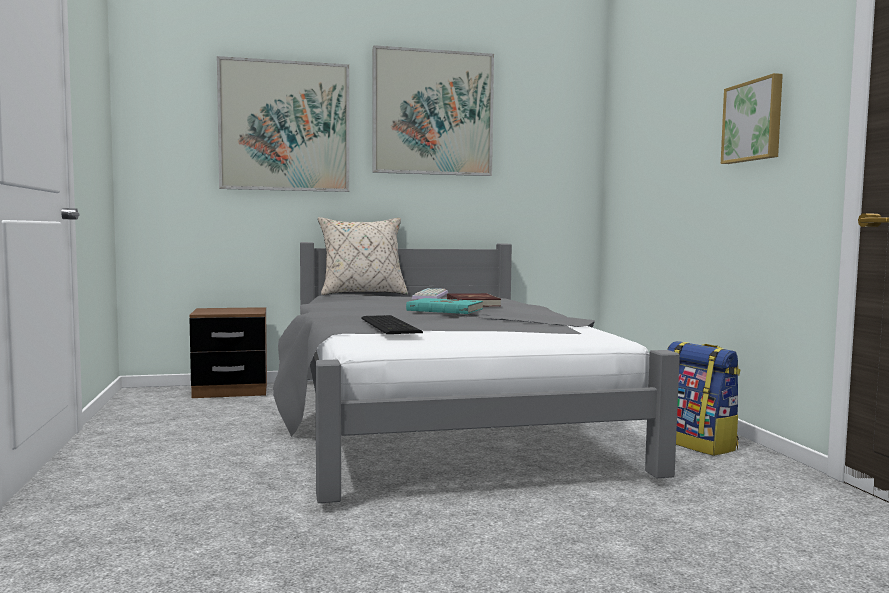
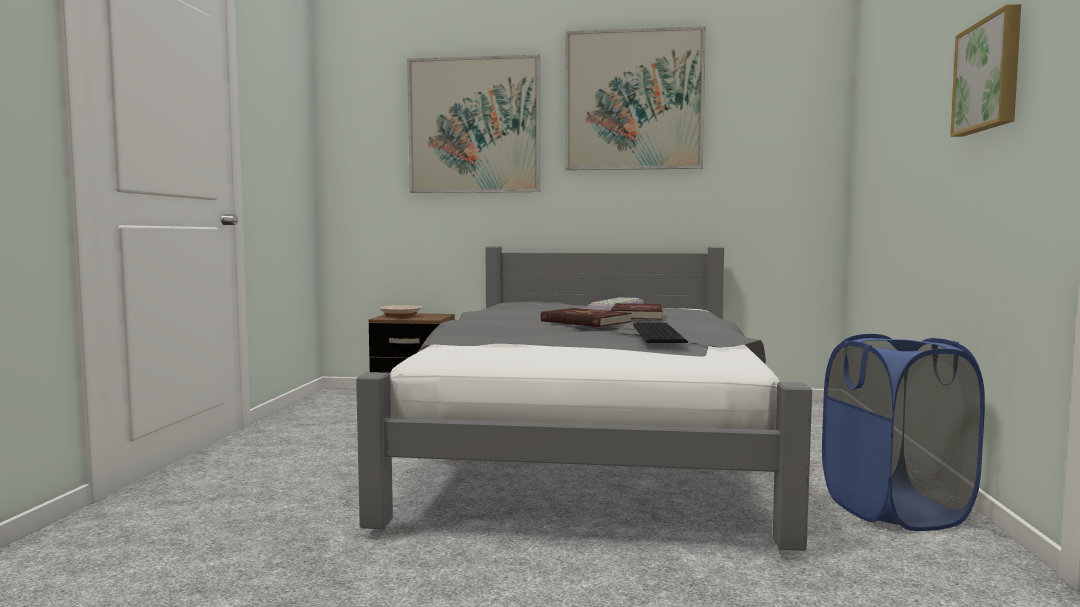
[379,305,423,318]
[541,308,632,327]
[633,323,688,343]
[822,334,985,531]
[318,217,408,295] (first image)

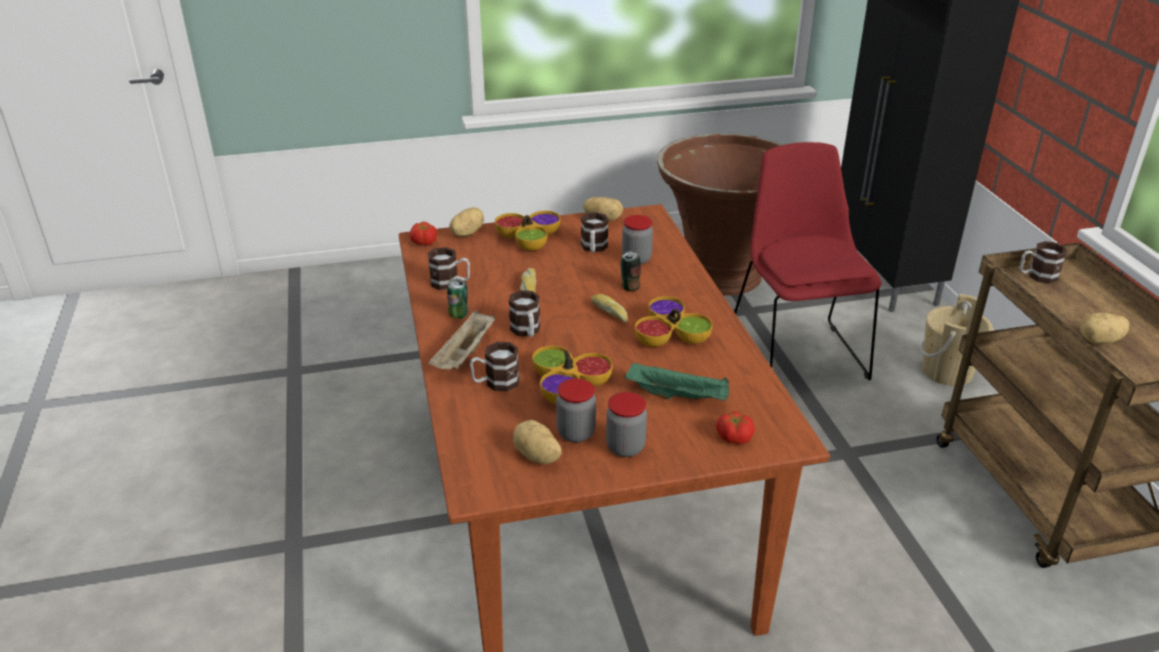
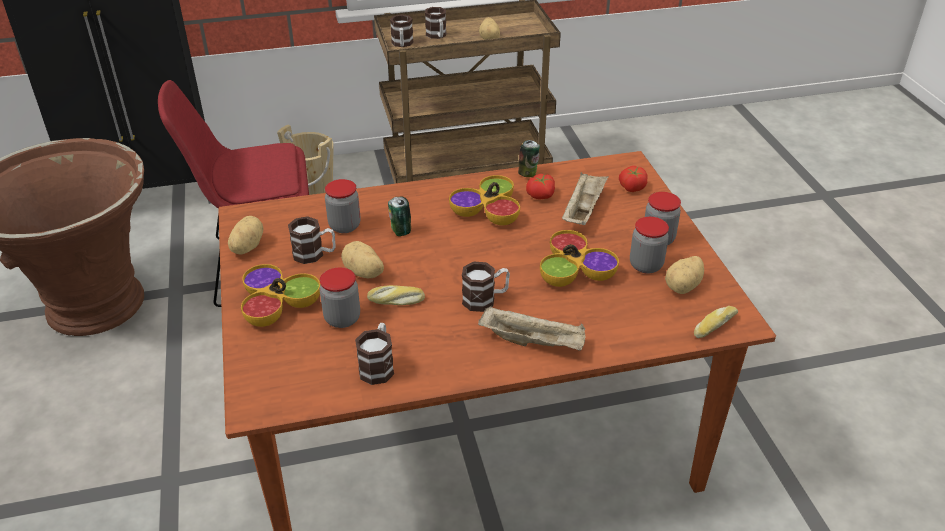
[320,267,360,328]
[341,241,384,278]
[425,7,447,39]
[518,140,540,177]
[526,174,555,199]
[562,173,609,225]
[694,306,738,338]

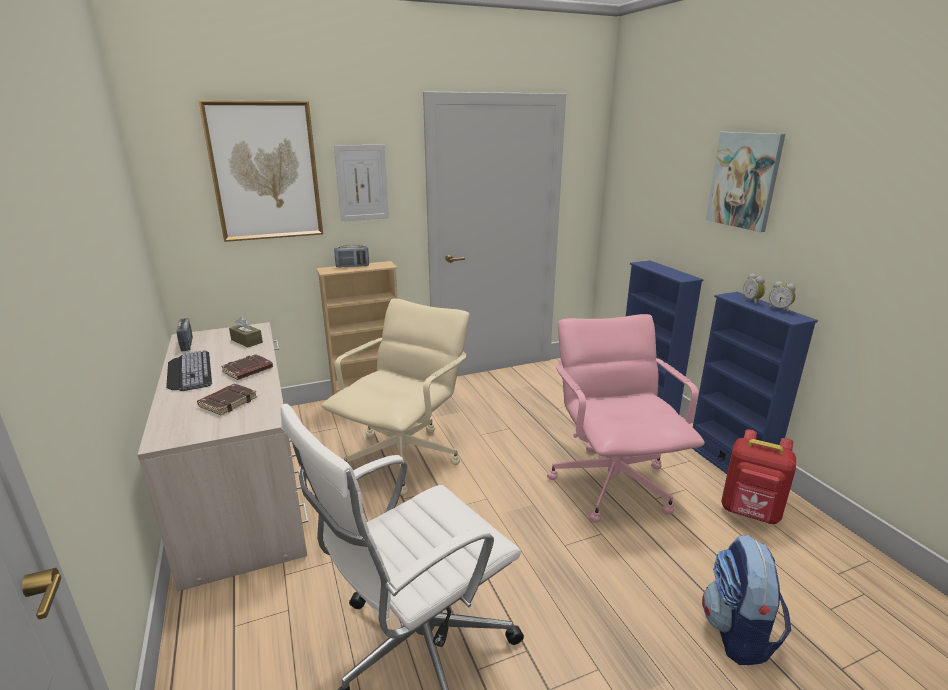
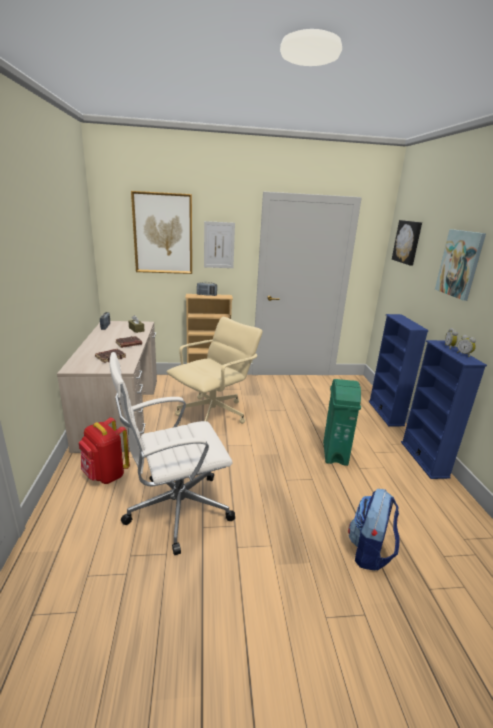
[79,418,130,484]
[323,379,361,466]
[392,220,422,265]
[166,350,212,391] (first image)

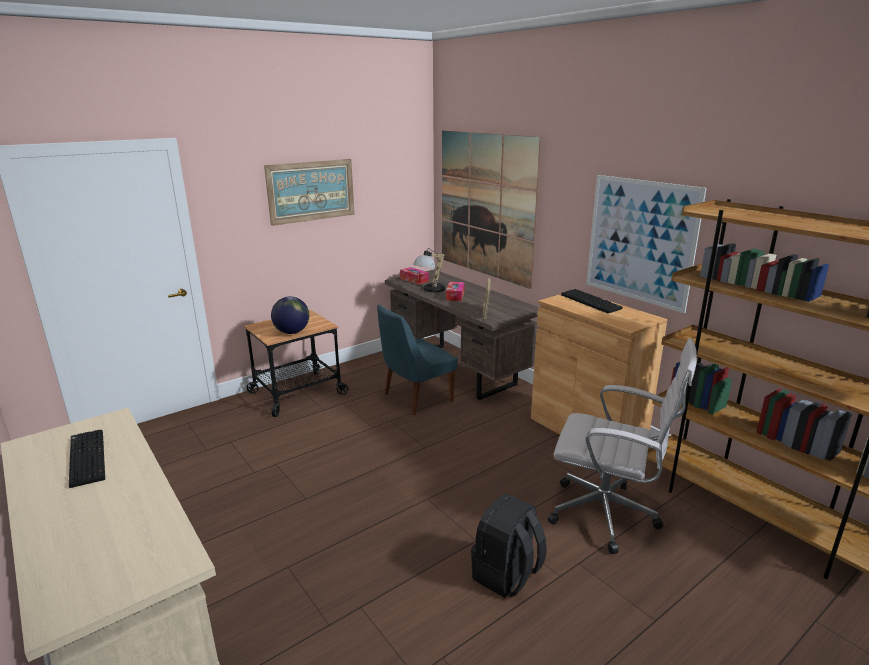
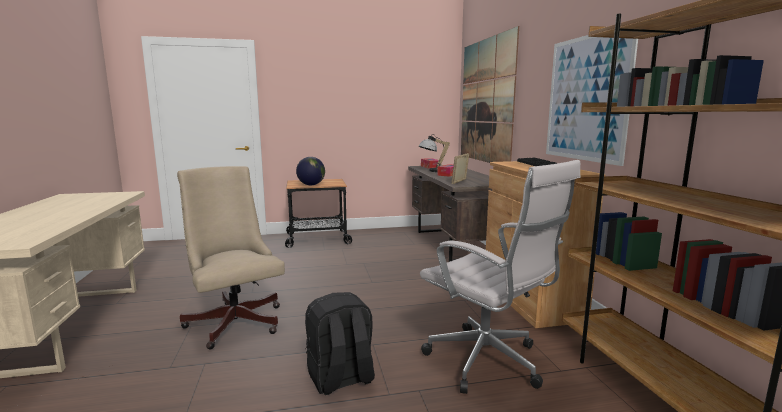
[177,166,285,349]
[69,430,105,488] (first image)
[264,159,355,226] (first image)
[377,305,458,415] (first image)

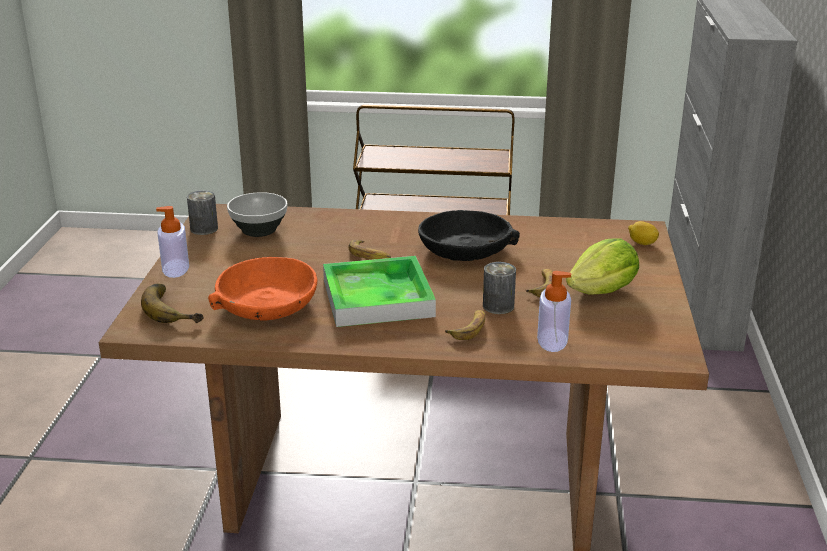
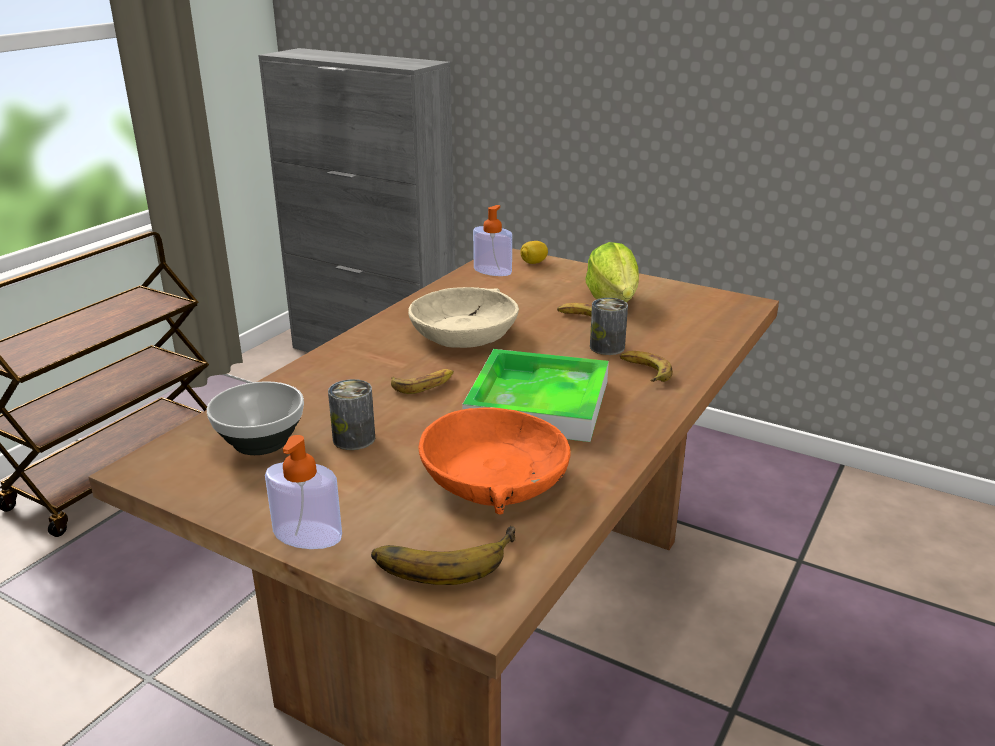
[328,379,375,450]
[408,287,519,348]
[473,205,512,276]

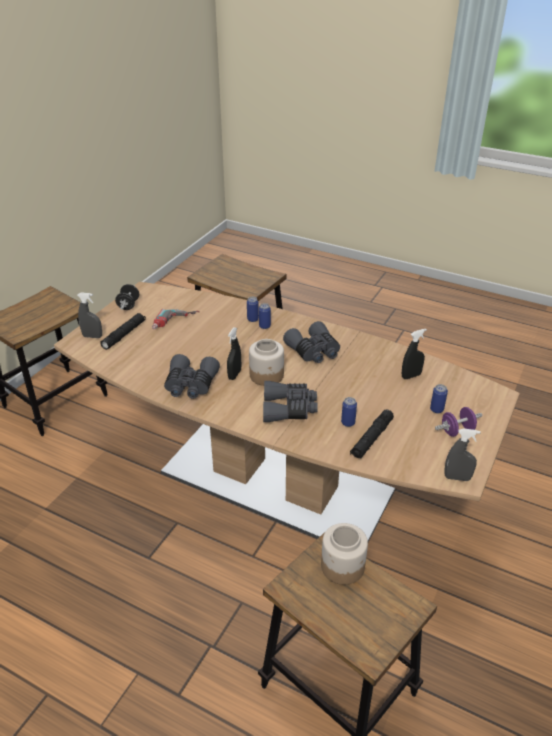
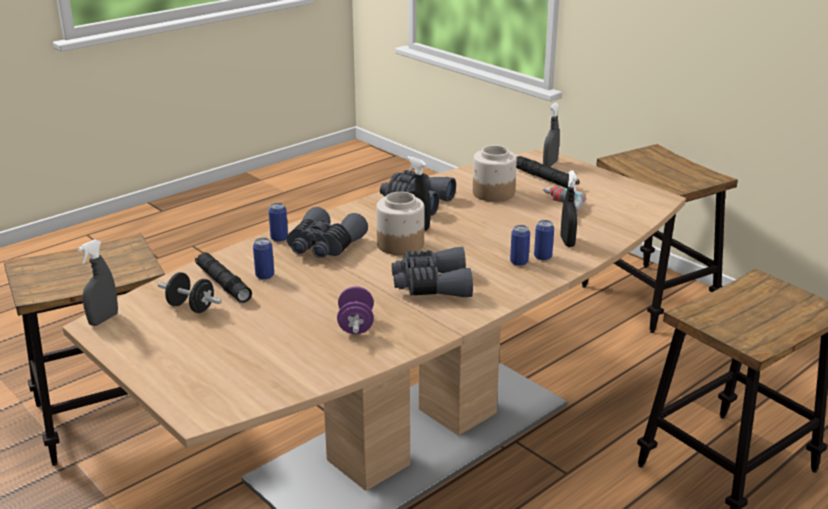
[158,272,222,313]
[268,203,288,242]
[337,286,374,334]
[473,145,517,202]
[560,170,578,247]

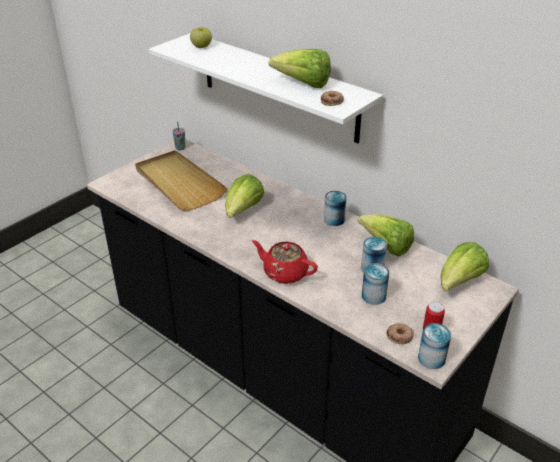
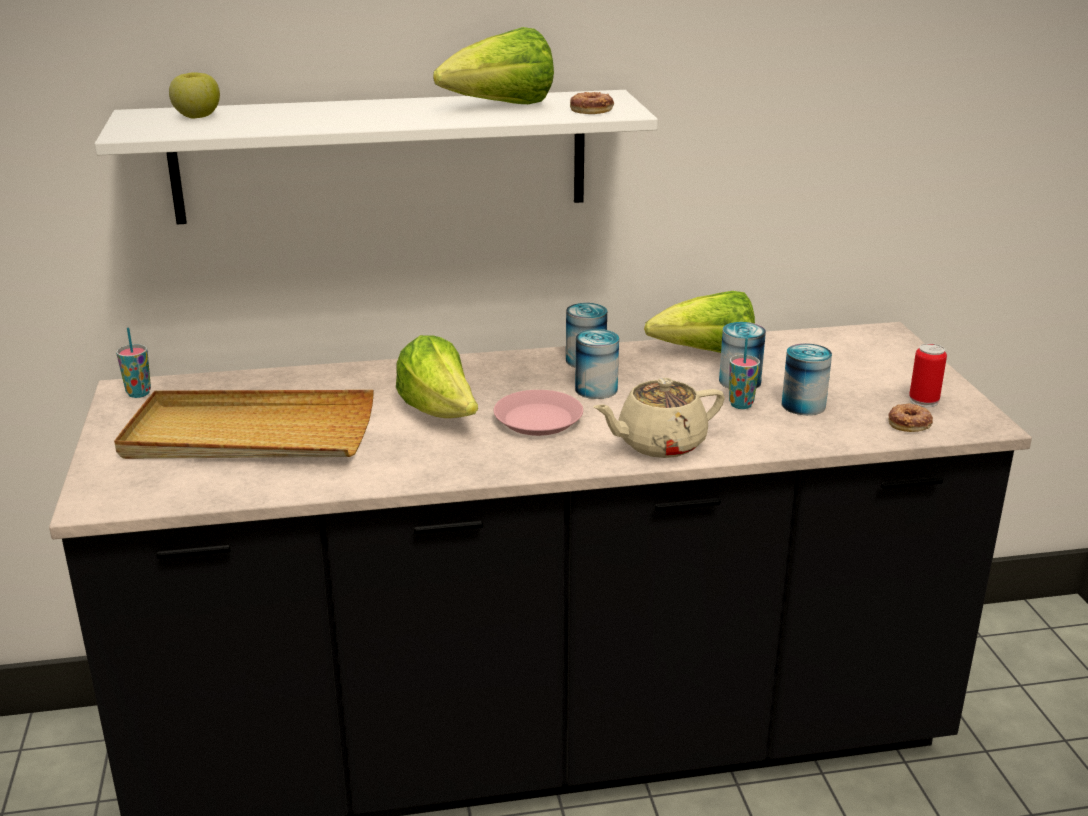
[494,390,583,436]
[575,329,619,399]
[593,378,725,458]
[729,338,760,409]
[441,242,489,291] (first image)

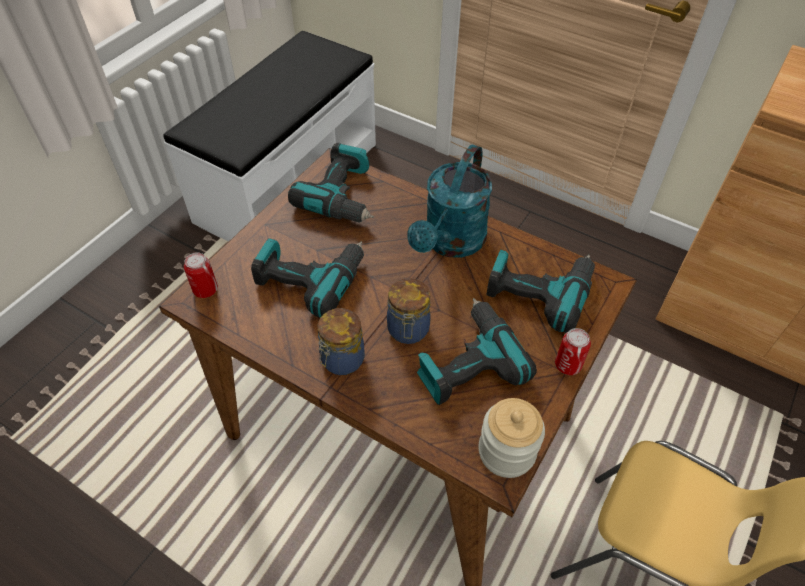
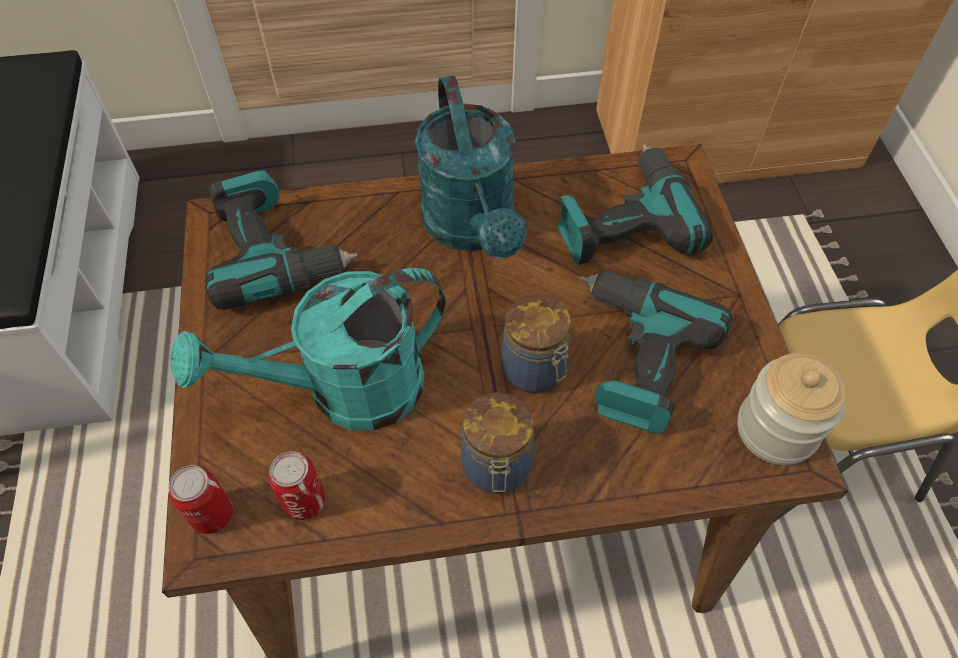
[170,268,446,430]
[268,451,325,520]

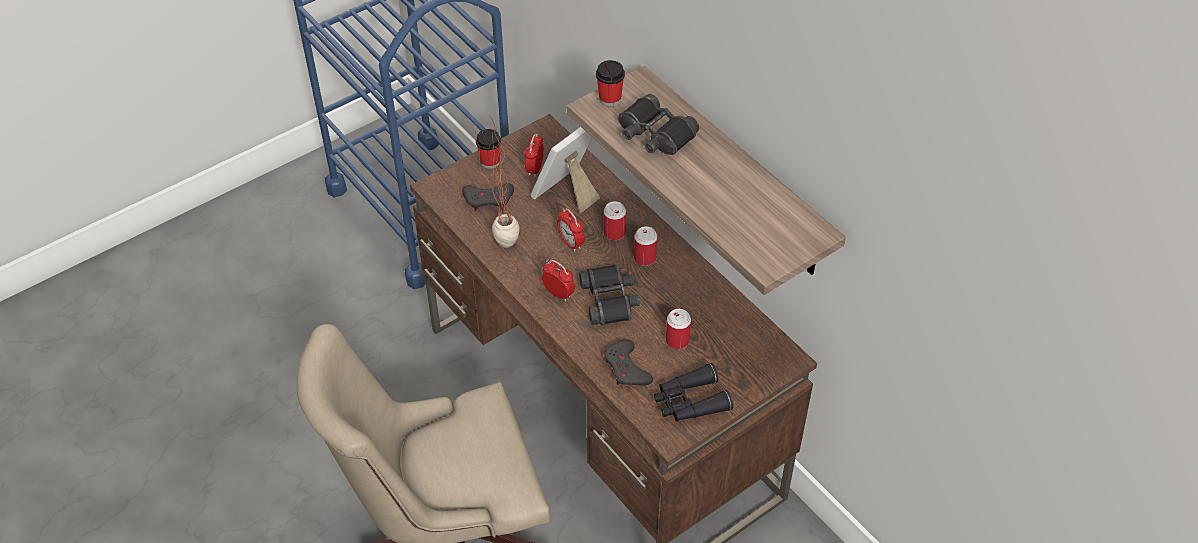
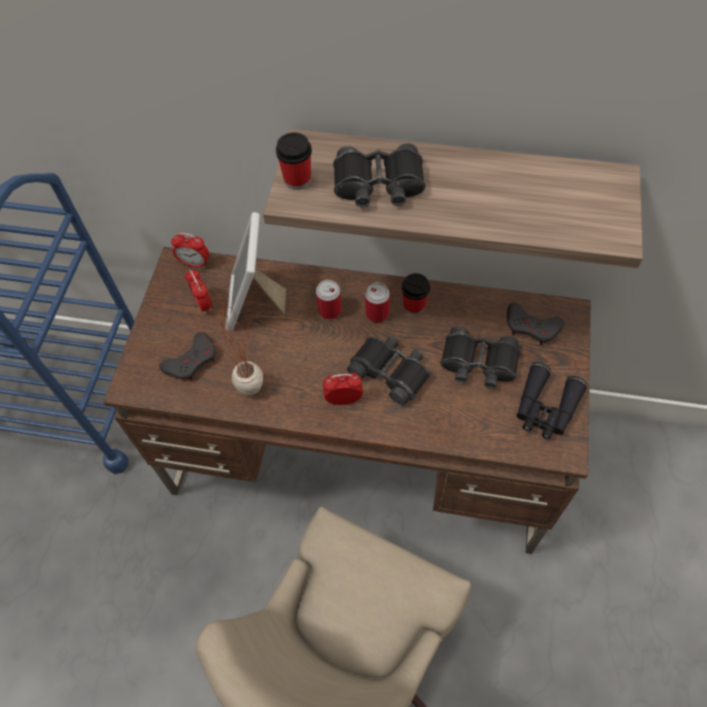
[171,233,209,268]
[401,273,430,315]
[440,326,520,389]
[507,303,564,345]

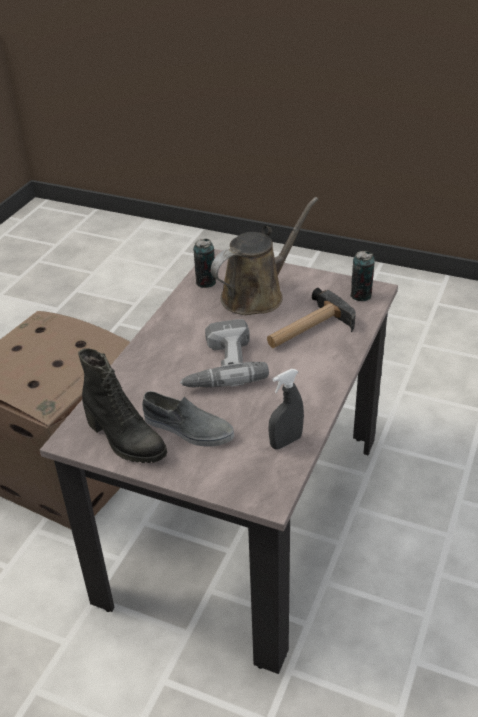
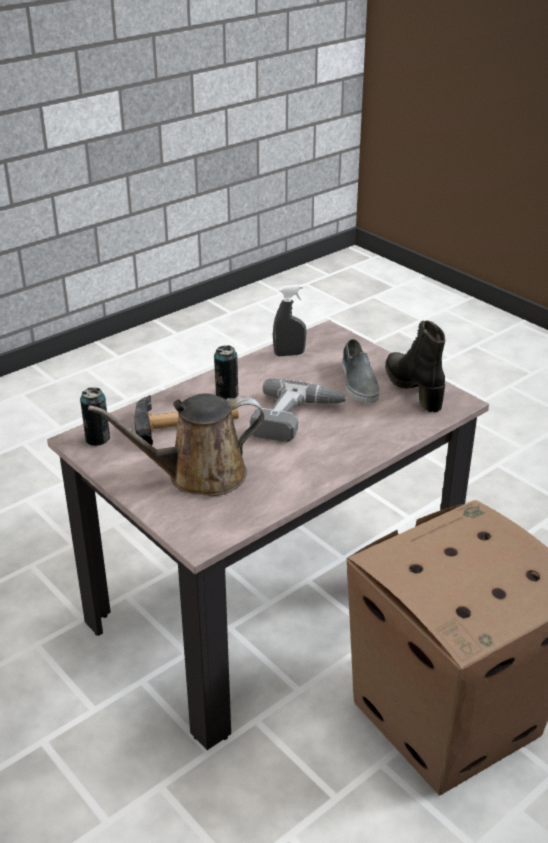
[214,345,239,399]
[342,339,379,403]

